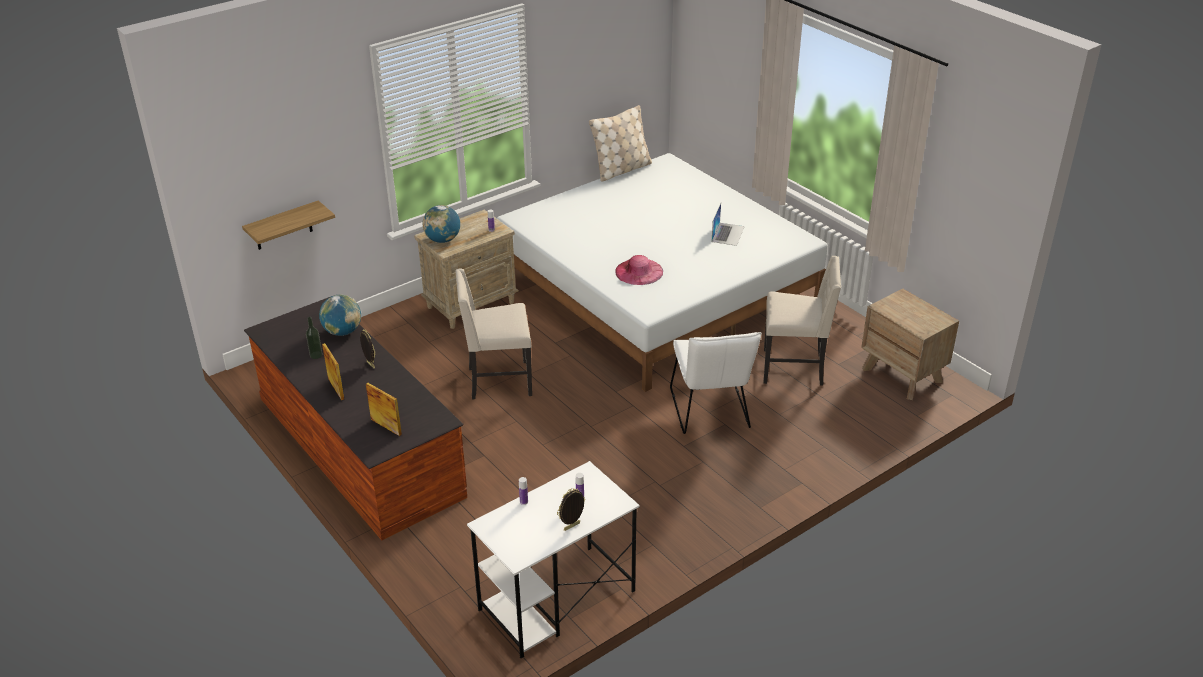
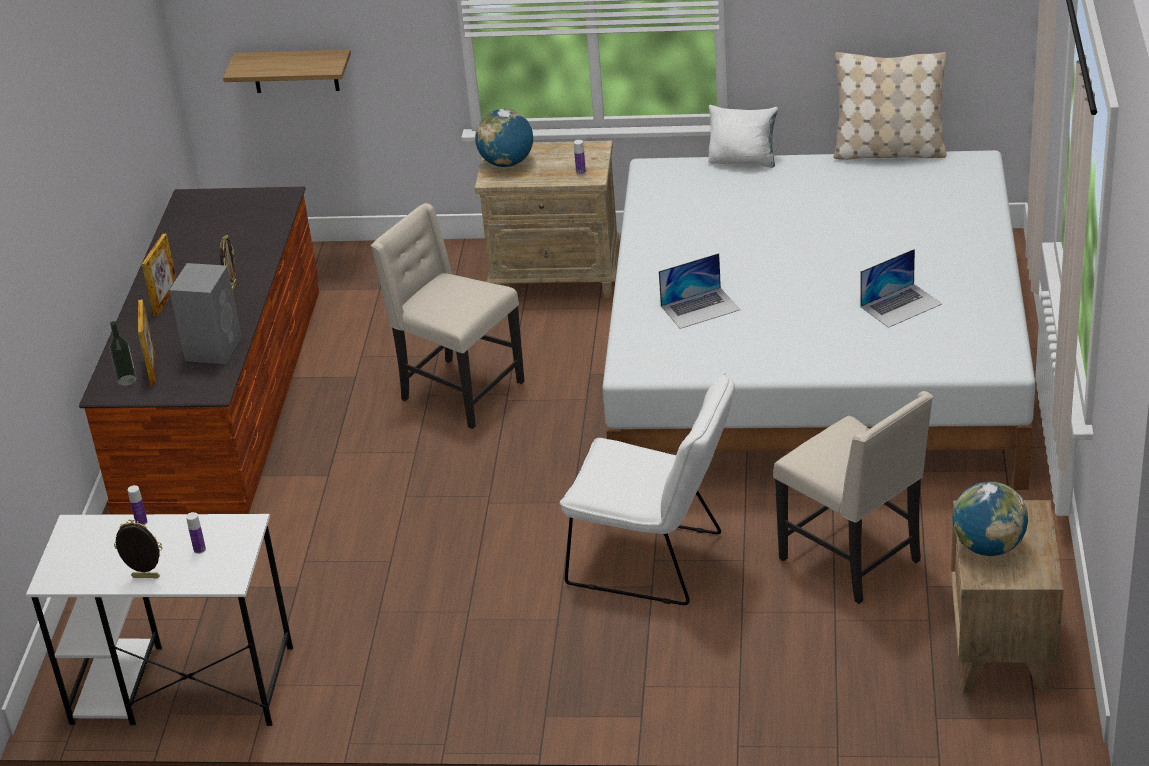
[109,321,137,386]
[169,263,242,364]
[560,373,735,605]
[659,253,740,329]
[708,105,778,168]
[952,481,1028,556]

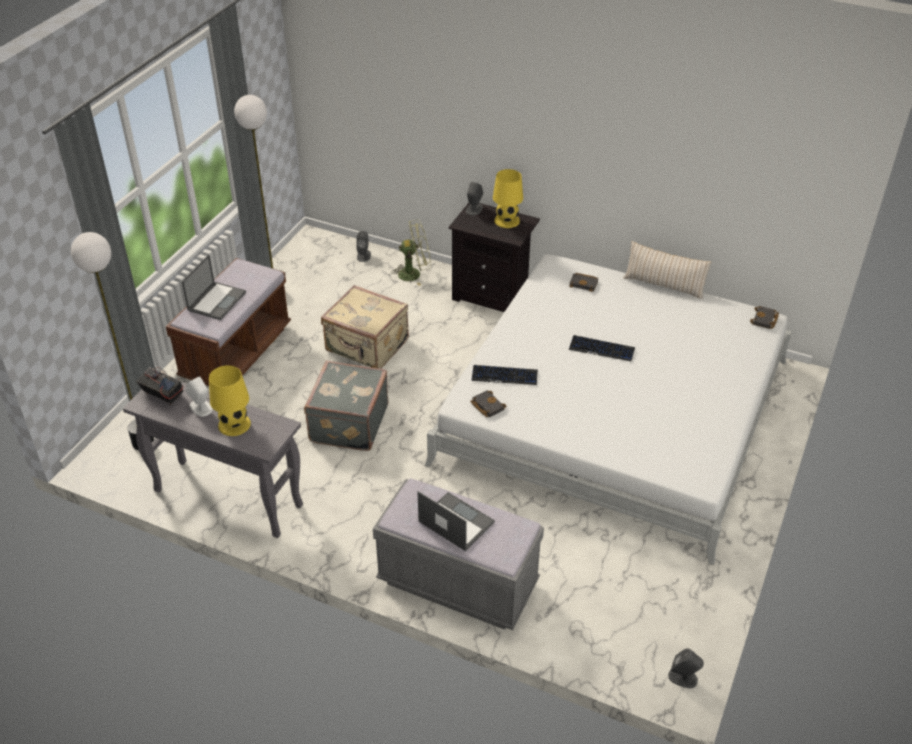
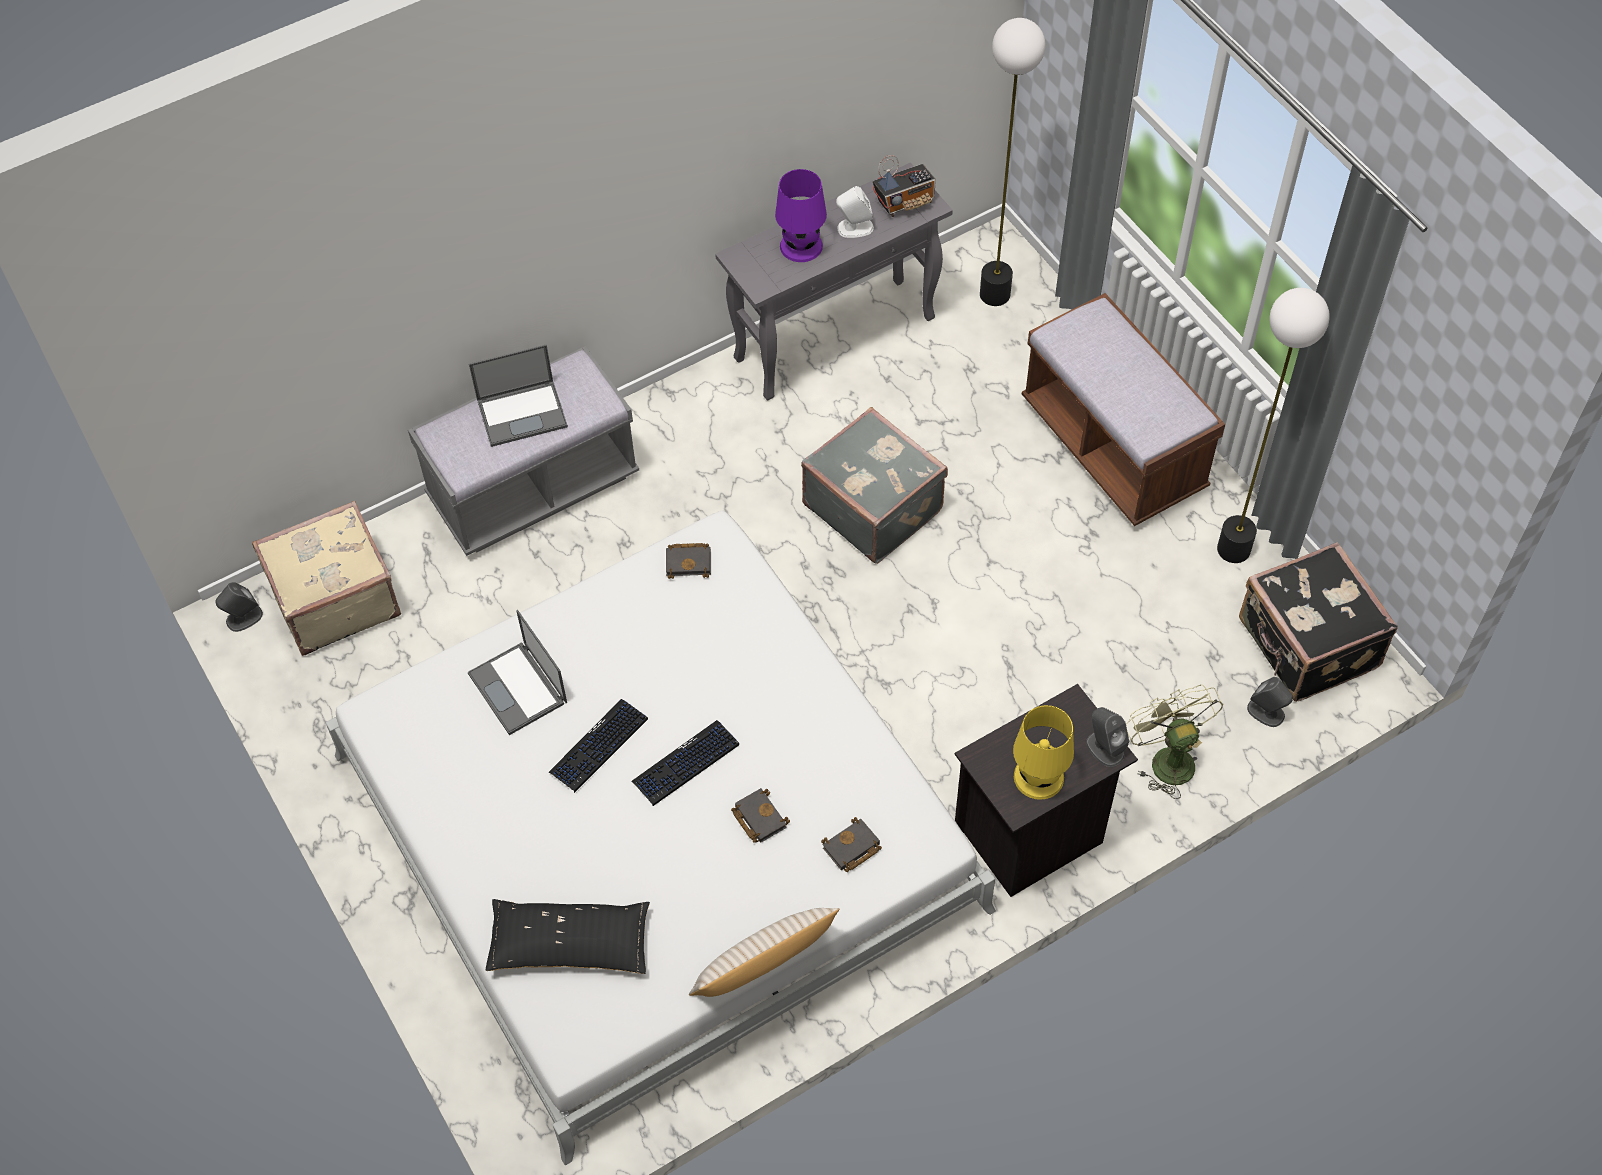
[252,501,401,656]
[468,610,567,735]
[486,899,650,974]
[549,699,648,793]
[731,788,790,843]
[775,169,827,262]
[1126,684,1224,799]
[1239,542,1398,702]

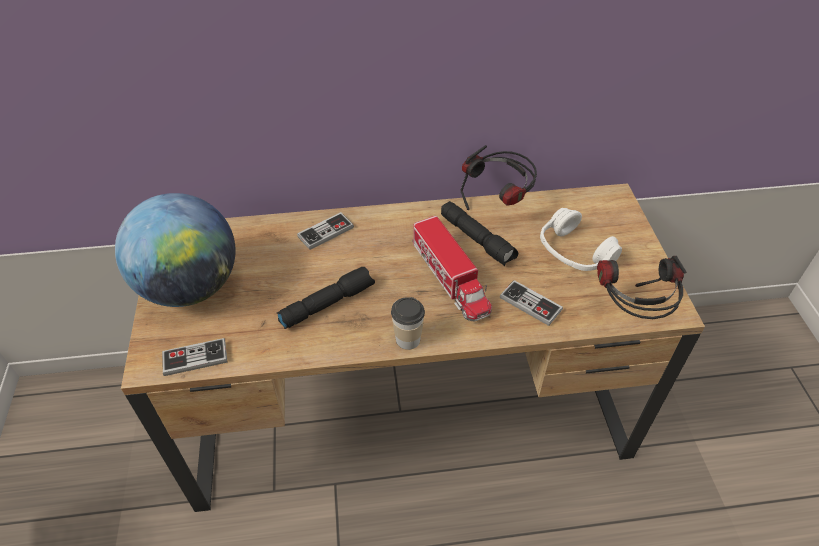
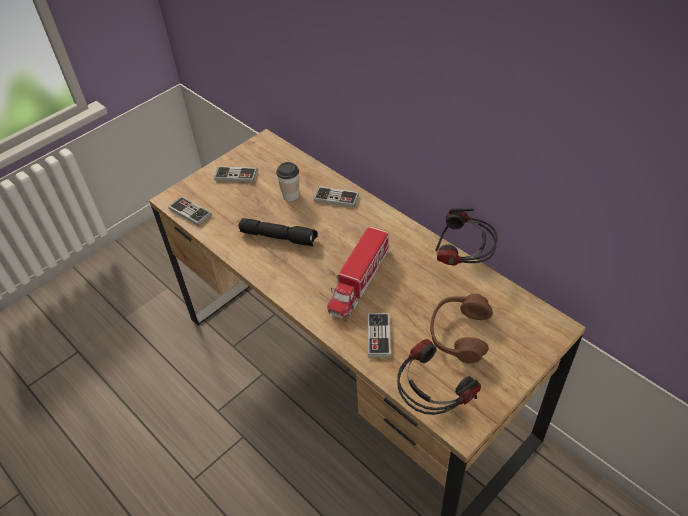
[214,166,257,182]
[276,162,299,201]
[430,293,493,364]
[441,201,519,266] (first image)

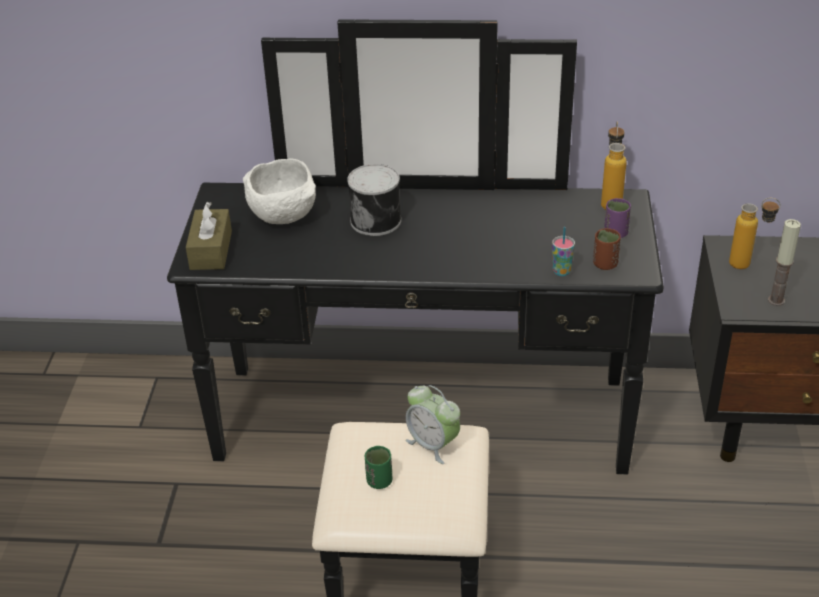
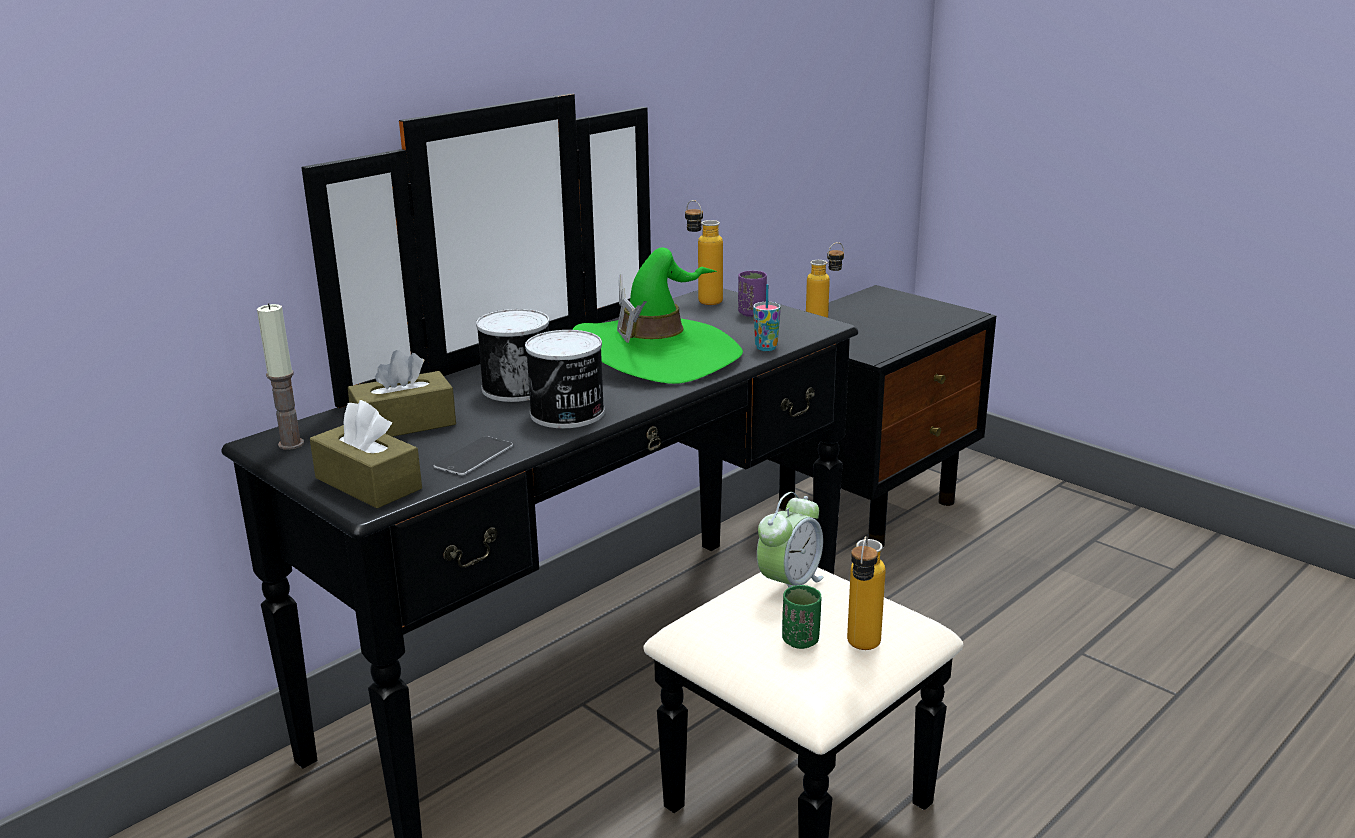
[257,303,304,450]
[348,350,456,437]
[434,436,513,476]
[525,330,605,428]
[572,247,743,384]
[757,492,823,588]
[847,536,886,650]
[593,228,621,270] (first image)

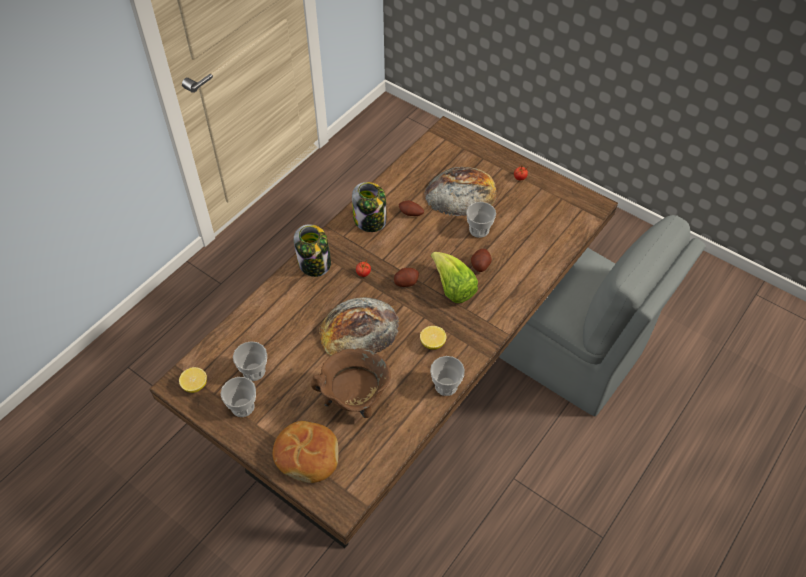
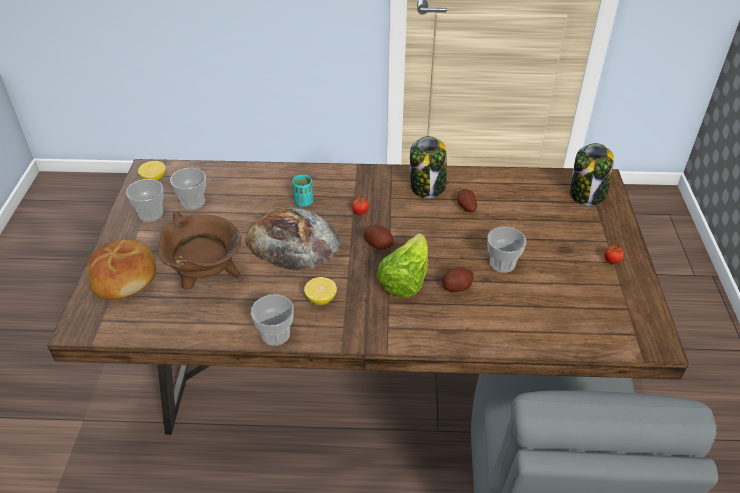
[292,175,313,207]
[570,143,614,206]
[425,167,497,216] (first image)

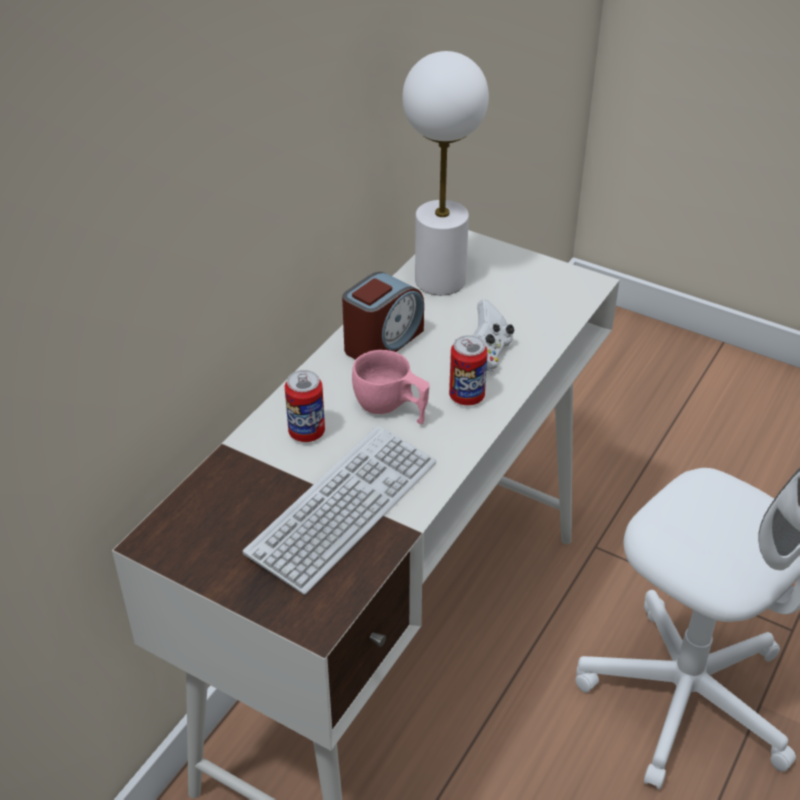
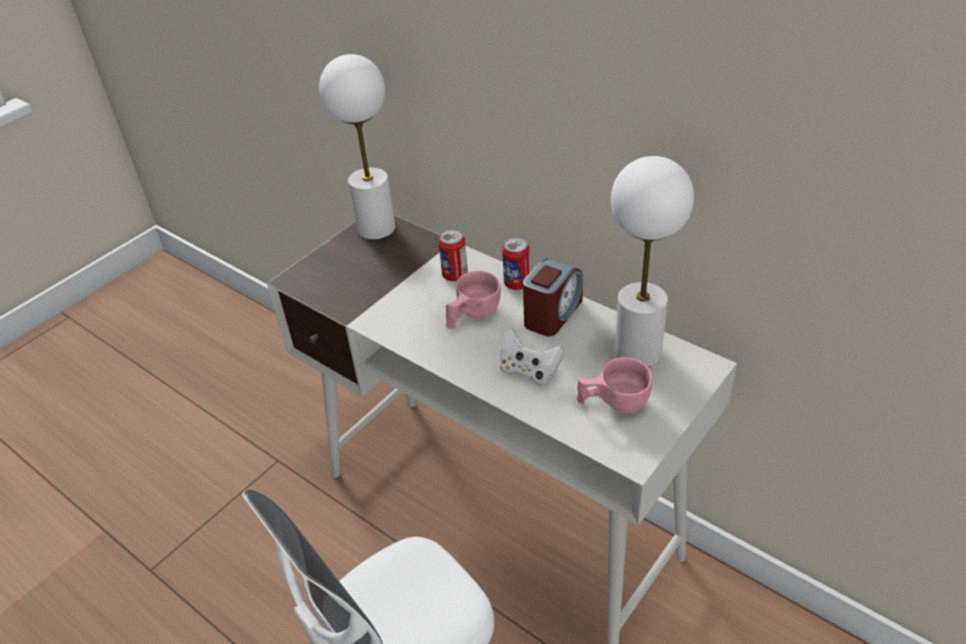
[319,54,395,240]
[502,238,530,290]
[523,259,583,336]
[577,357,652,413]
[243,425,436,595] (first image)

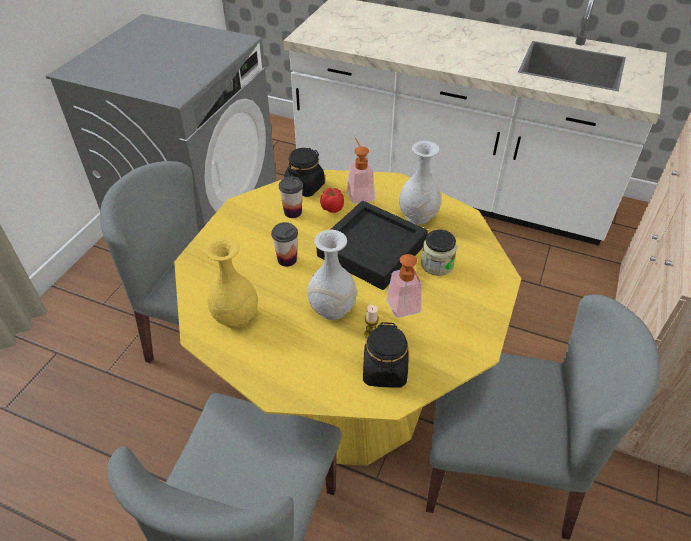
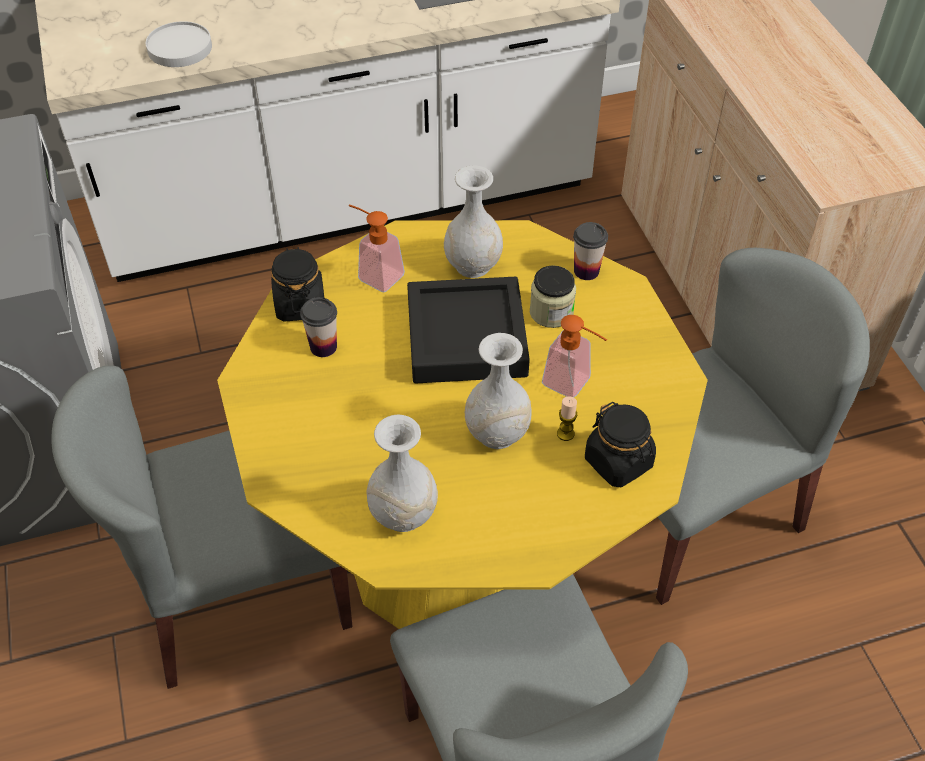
[146,21,212,67]
[366,415,438,532]
[573,222,608,280]
[320,188,344,213] (first image)

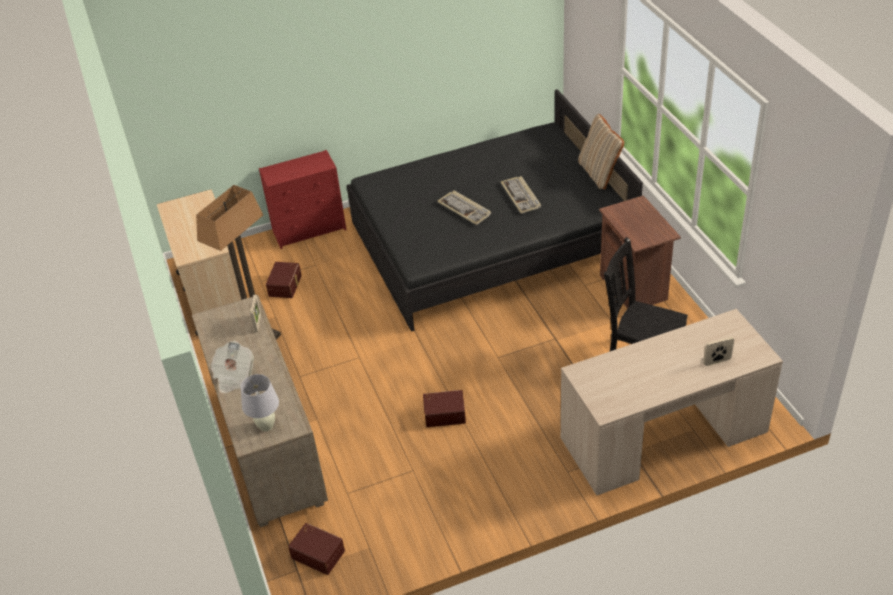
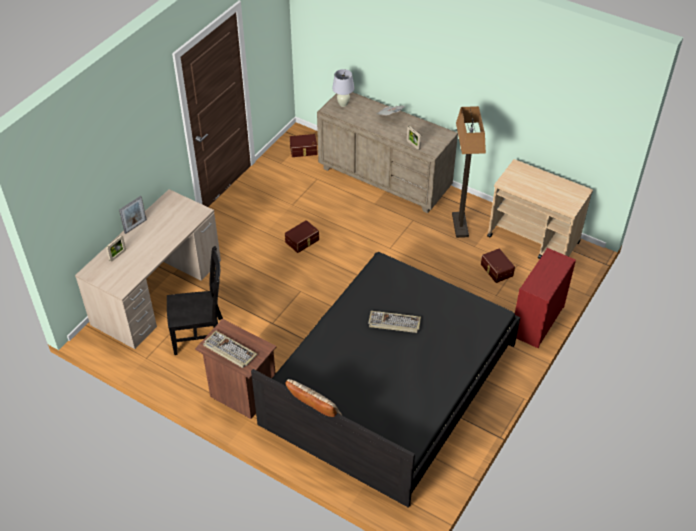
[119,196,147,234]
[203,331,257,368]

